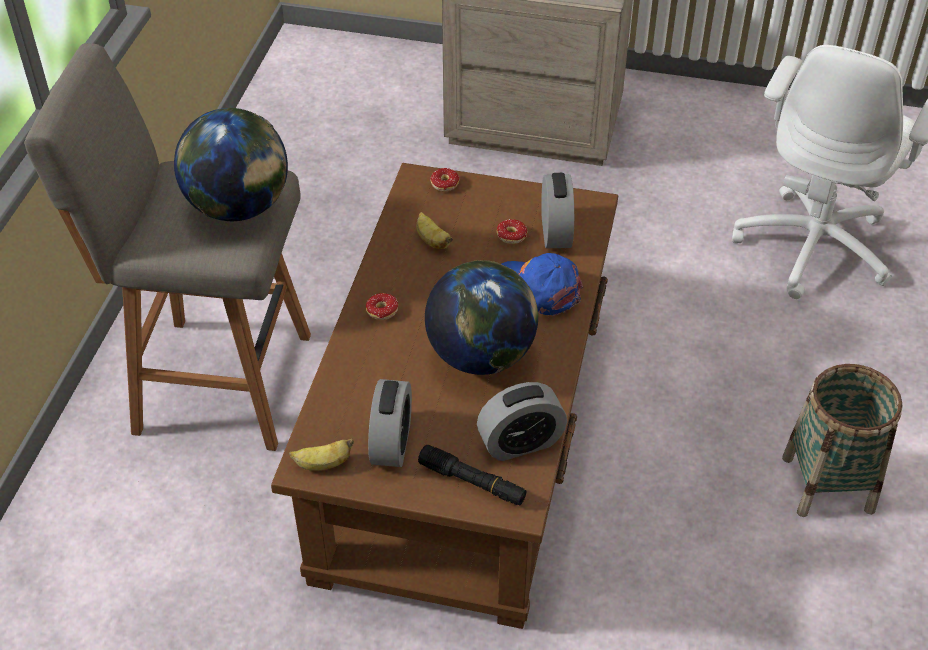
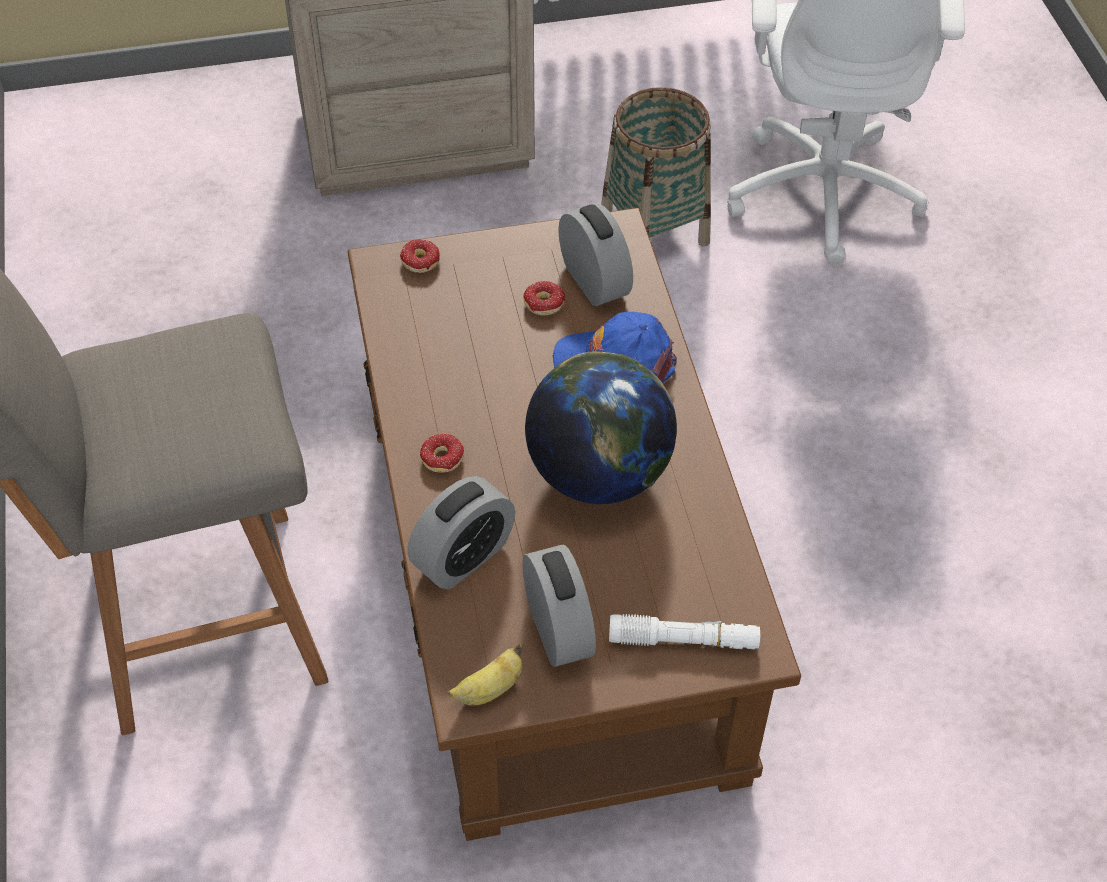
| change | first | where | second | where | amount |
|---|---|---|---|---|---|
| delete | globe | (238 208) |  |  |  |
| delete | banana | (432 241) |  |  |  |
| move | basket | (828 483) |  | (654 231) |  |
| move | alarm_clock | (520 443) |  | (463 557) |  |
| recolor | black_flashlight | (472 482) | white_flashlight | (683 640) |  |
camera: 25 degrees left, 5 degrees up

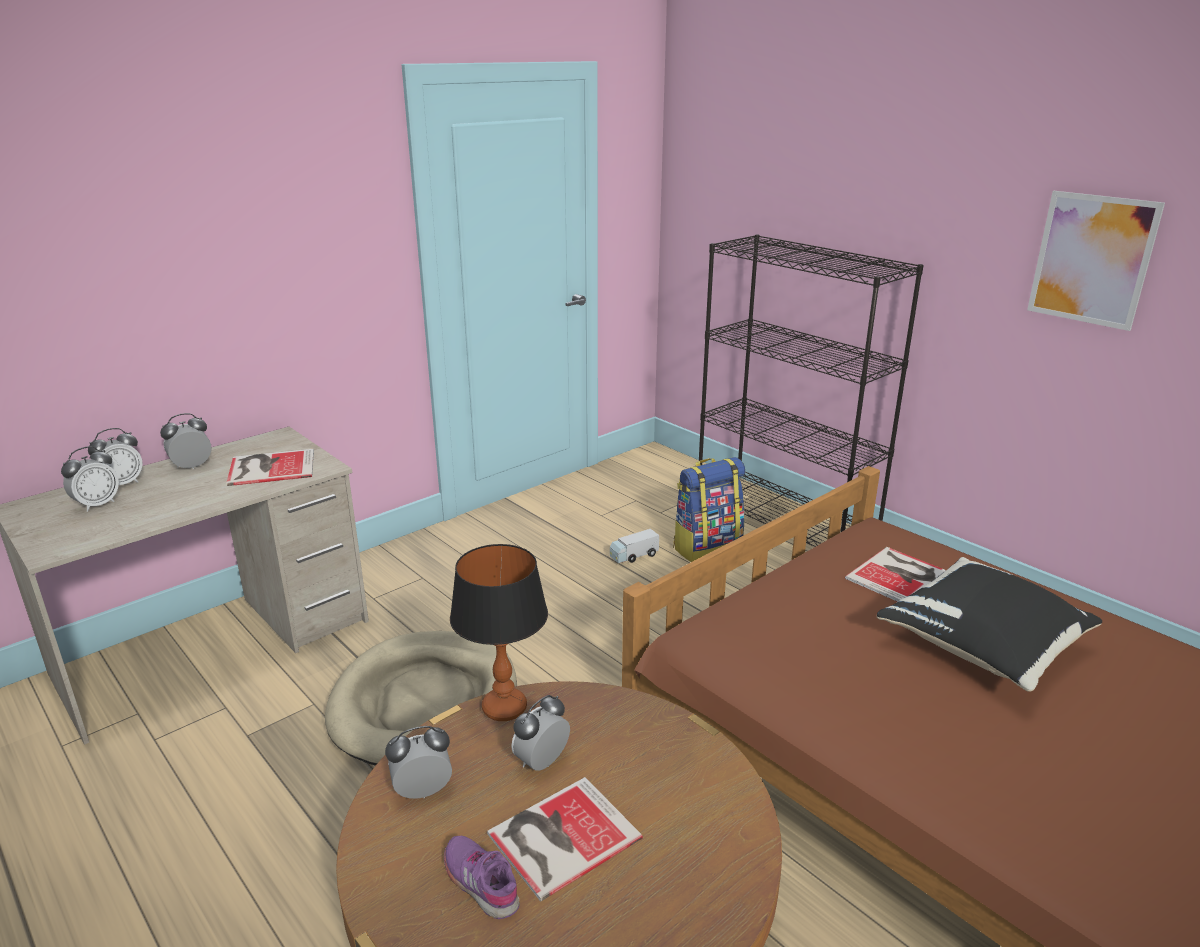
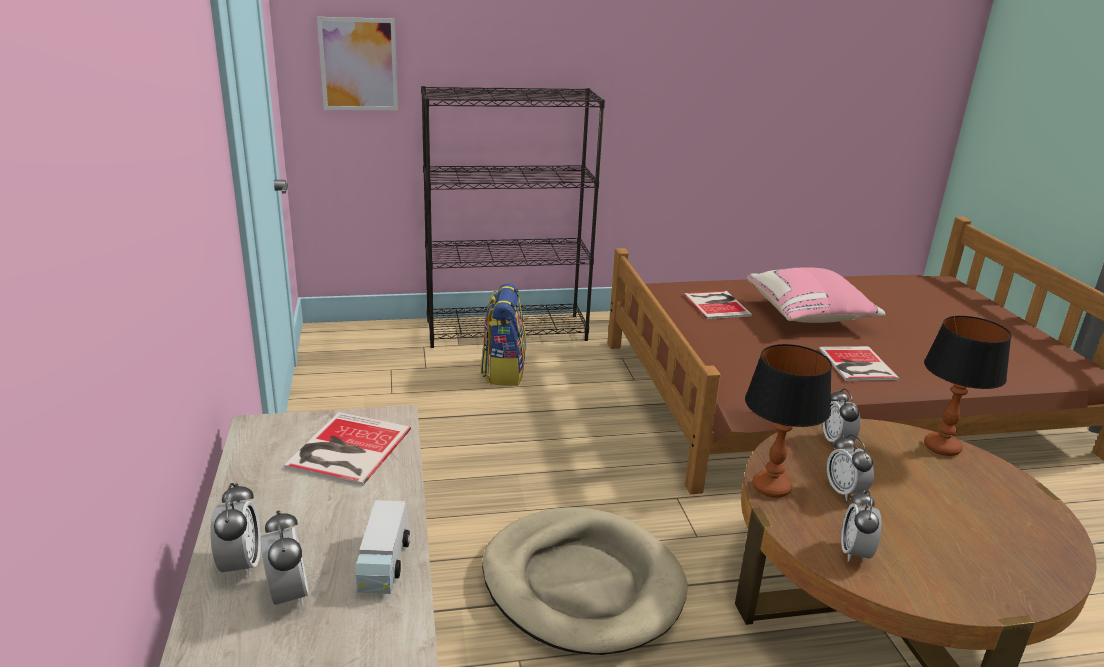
| change | first | where | second | where | amount |
|---|---|---|---|---|---|
| move | picture | (1092 259) |  | (358 64) |  |
| move | alarm_clock | (192 466) |  | (836 441) |  |
| move | toy_truck | (634 556) |  | (383 564) |  |
| recolor | black_pillow | (983 647) | pink_pillow | (809 316) |  |
| move | book | (559 836) |  | (856 365) |  |
| delete | purple_shoe | (481 882) |  |  |  |
| insert |  |  | table_lamp | (941 447) |  |
camera: 60 degrees left, 0 degrees up

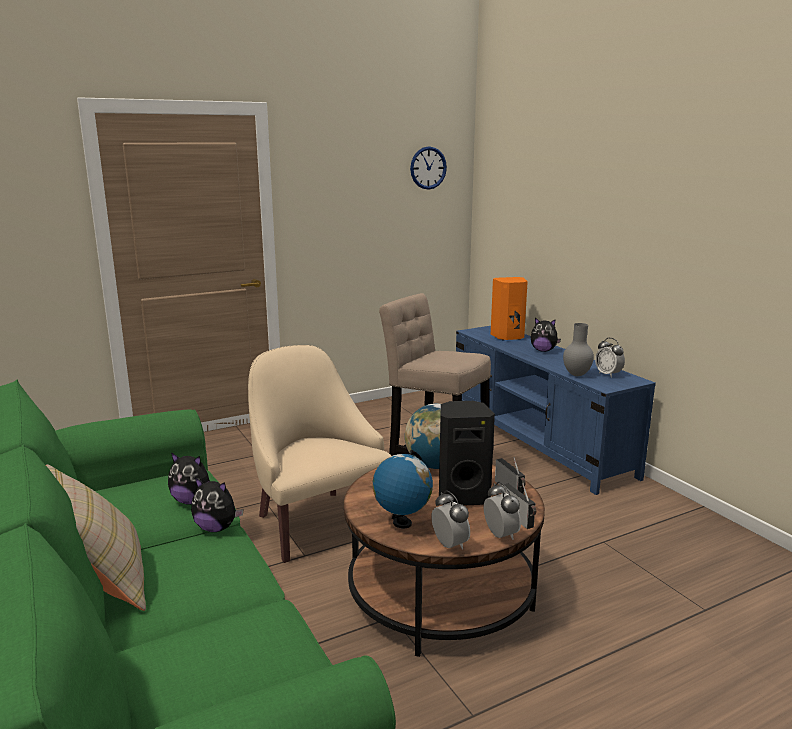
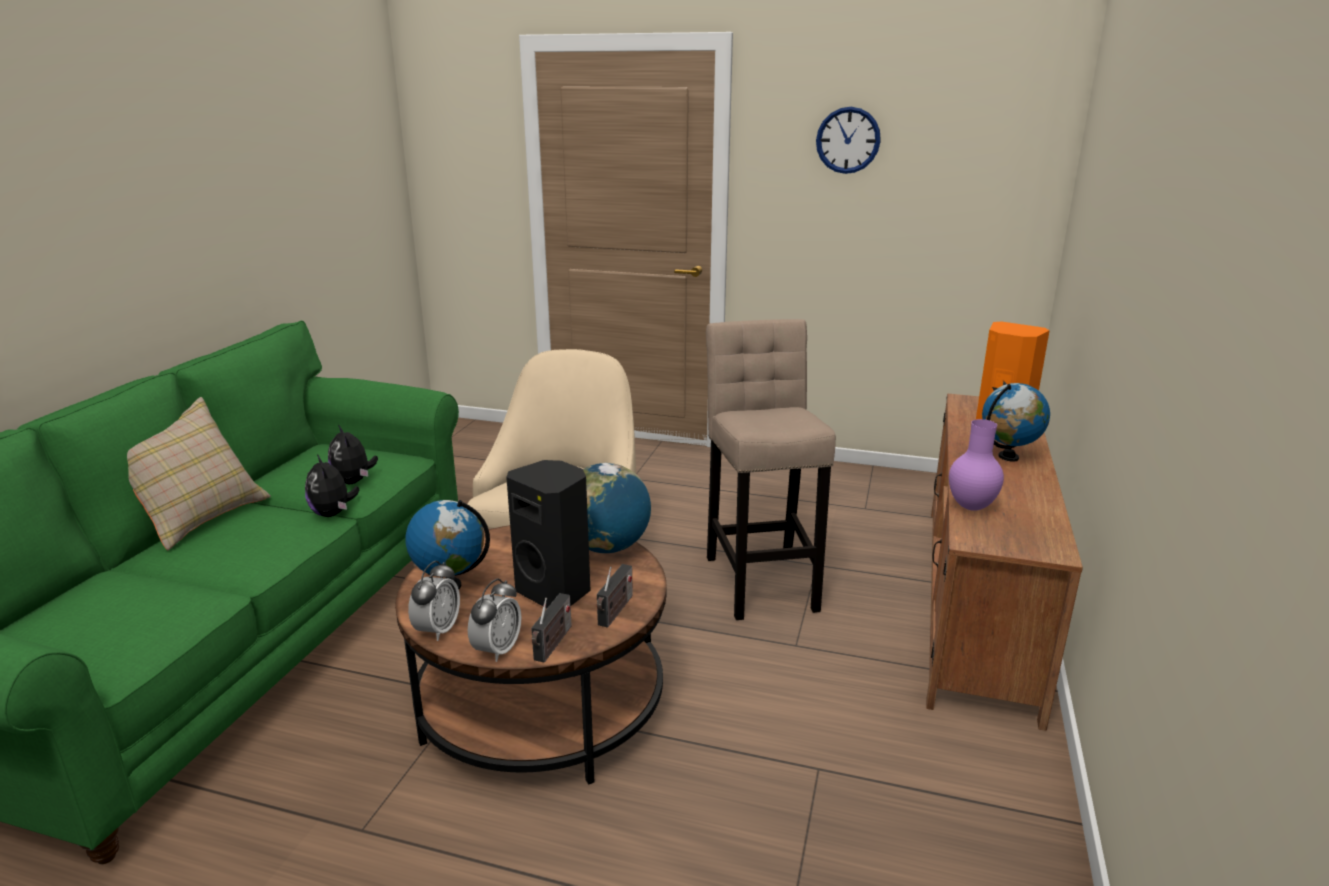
| change | first | where | second | where | amount |
|---|---|---|---|---|---|
| move | wall_clock | (428 168) |  | (848 140) |  |
| replace | plush_toy | (543 350) | globe | (1008 457) |  |
| recolor | grey_vase | (576 374) | purple_vase | (972 507) |  |
| recolor | blue_tv_stand | (538 441) | brown_tv_stand | (977 600) |  |
| delete | alarm_clock | (608 374) |  |  |  |
camera: 45 degrees right, 5 degrees up

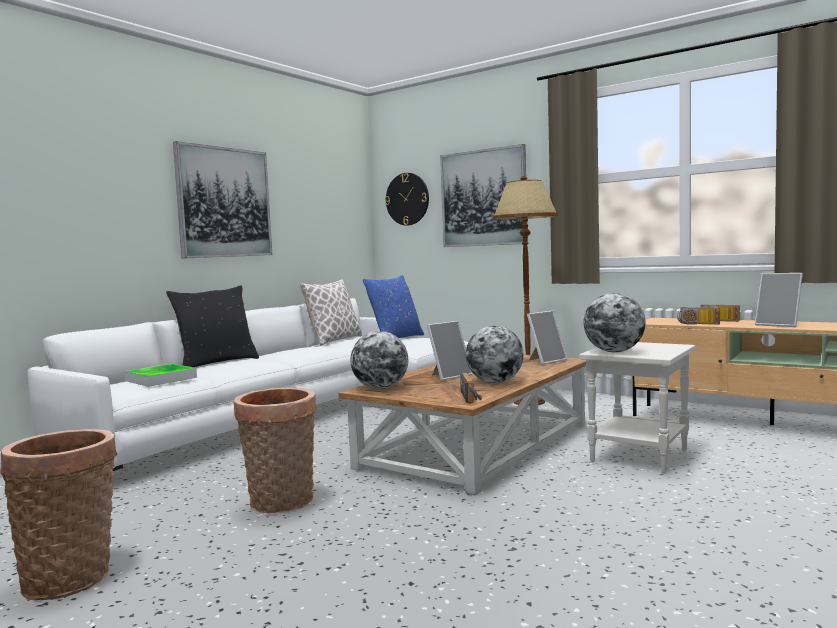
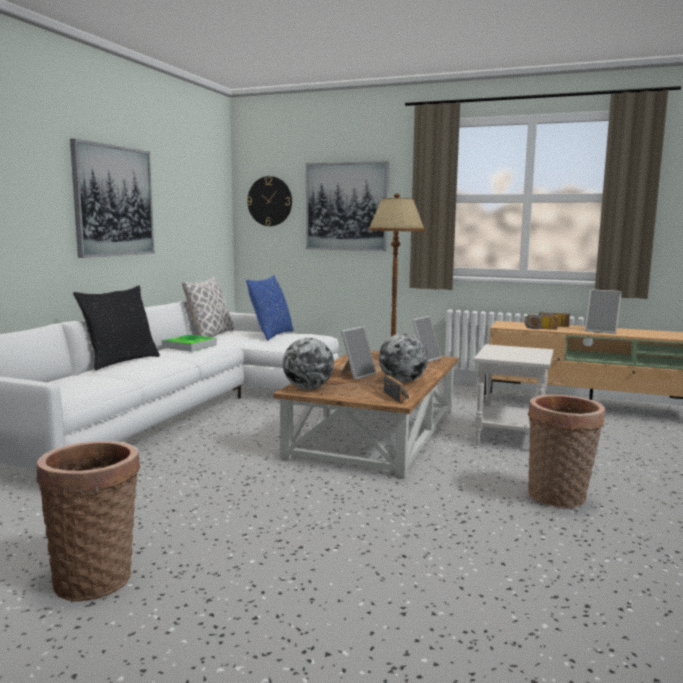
| change | first | where | second | where | amount |
|---|---|---|---|---|---|
| delete | globe | (614 352) |  |  |  |
| move | tray | (161 379) |  | (189 346) |  |
| move | basket | (281 504) |  | (559 498) |  |
camera: 15 degrees left, 5 degrees up

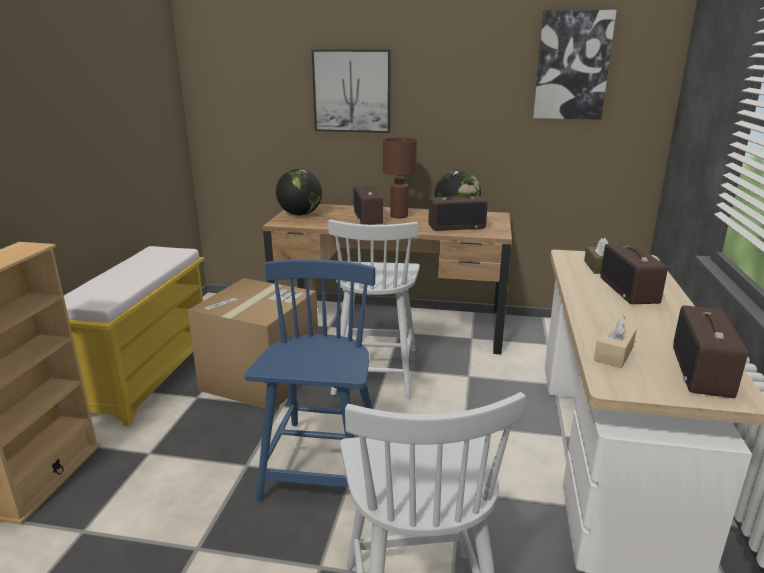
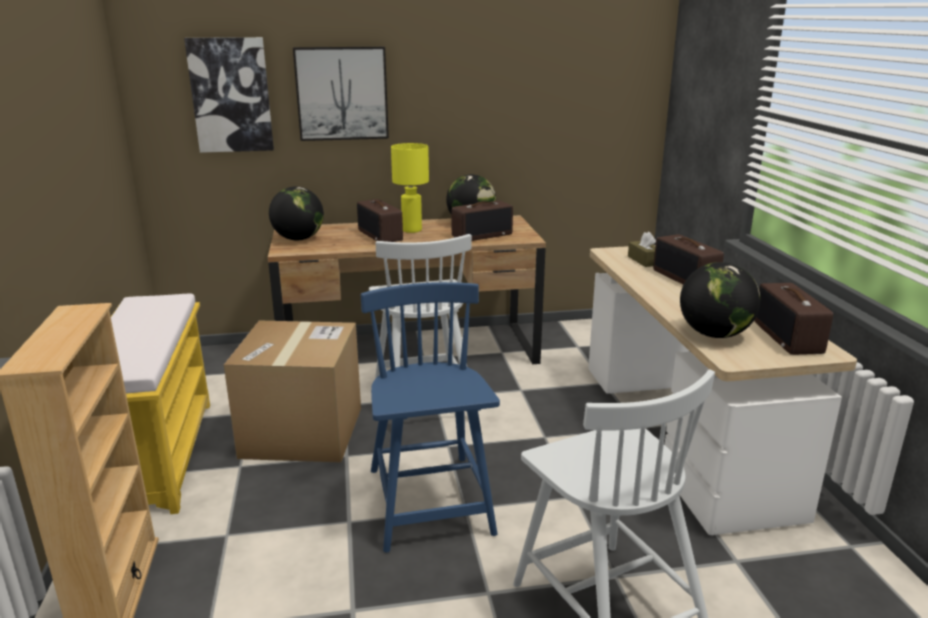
| change | first | where | second | where | amount |
|---|---|---|---|---|---|
| move | picture | (572 66) |  | (231 95) |  |
| recolor | brown_table_lamp | (399 216) | yellow_table_lamp | (412 230) |  |
| replace | beige_tissue_box | (613 354) | globe | (714 334) |  |
camera: 20 degrees left, 0 degrees up

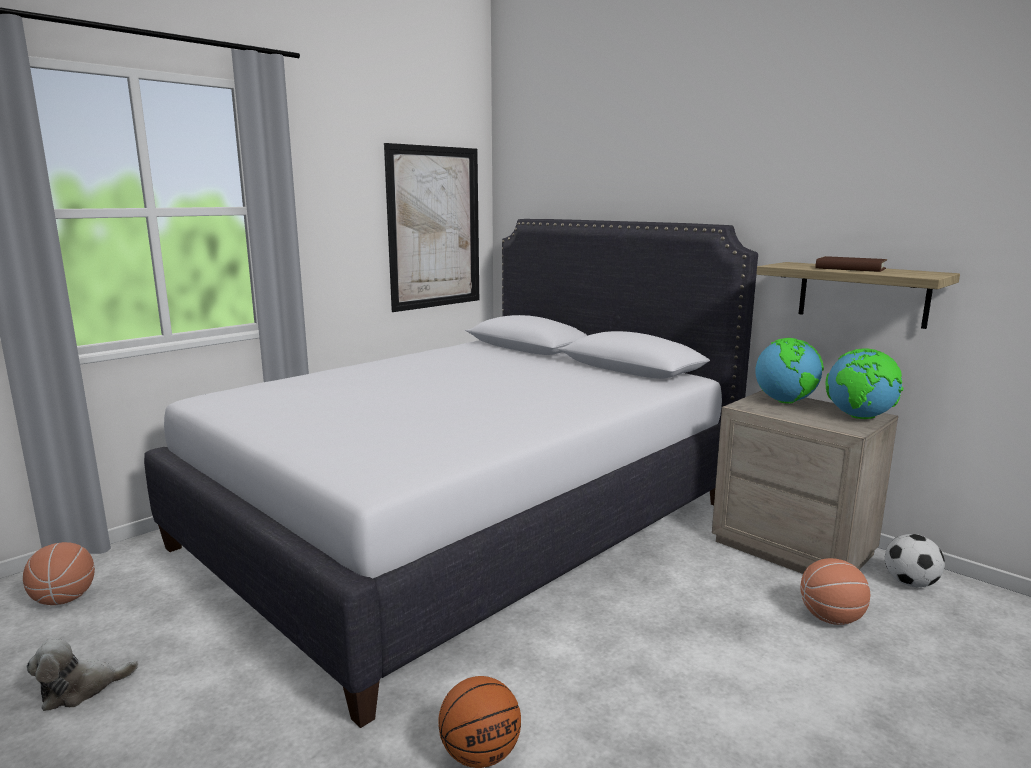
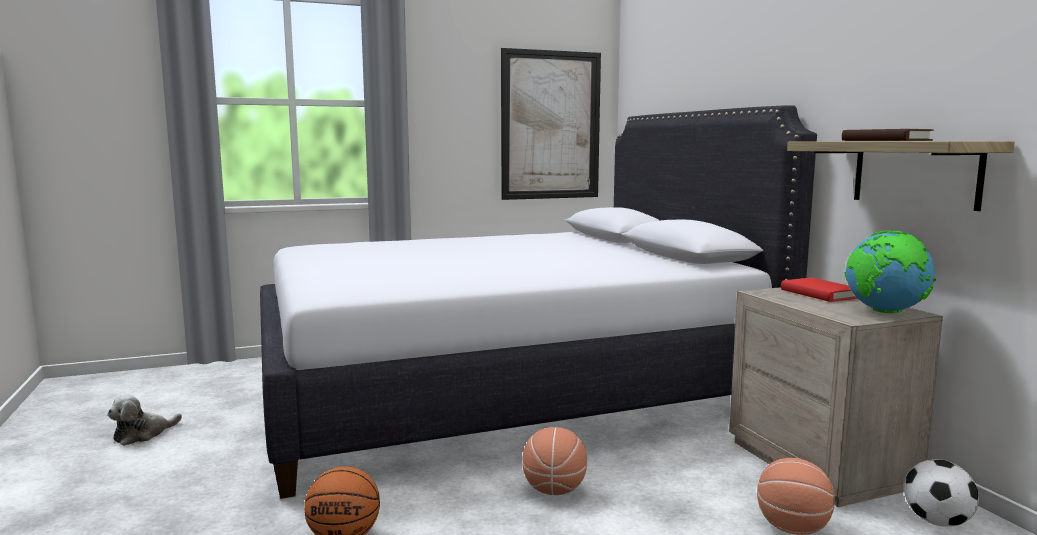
| change | first | where | second | where | amount |
|---|---|---|---|---|---|
| replace | globe | (785 402) | red_book | (819 294) |  |
| move | basketball | (64 599) |  | (554 490) |  |
| rotate | plush_toy | (81 689) |  | (143 434) | 45 degrees counterclockwise |
camera: 25 degrees right, 5 degrees down

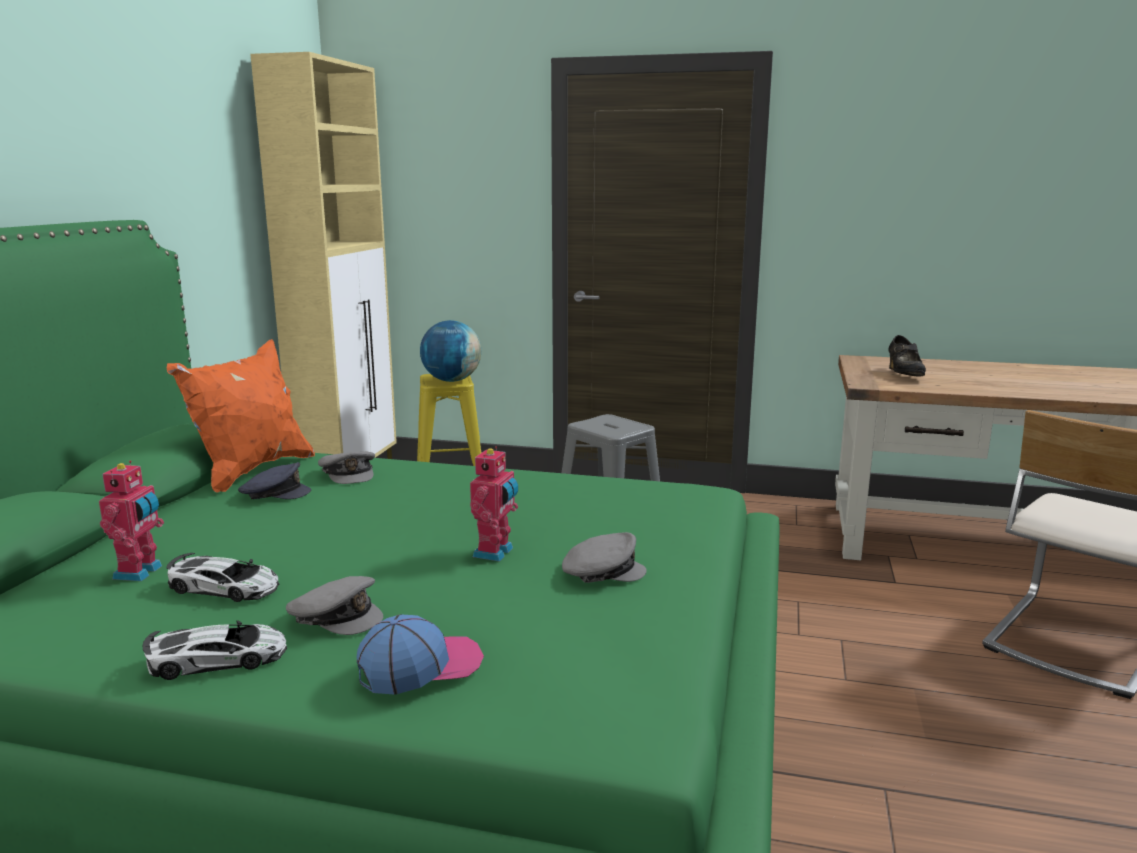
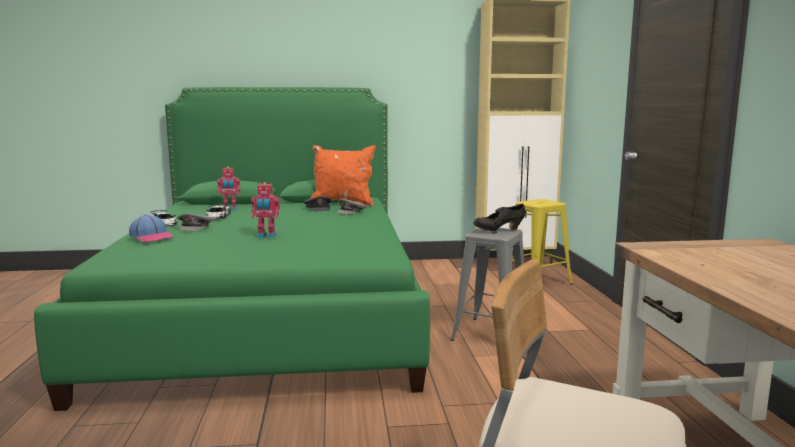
| change | first | where | second | where | amount |
|---|---|---|---|---|---|
| delete | globe | (451 380) |  |  |  |
| move | black_shoe | (904 375) |  | (498 230) |  |
| delete | grey_cap | (601 572) |  |  |  |
camera: 70 degrees right, 5 degrees down

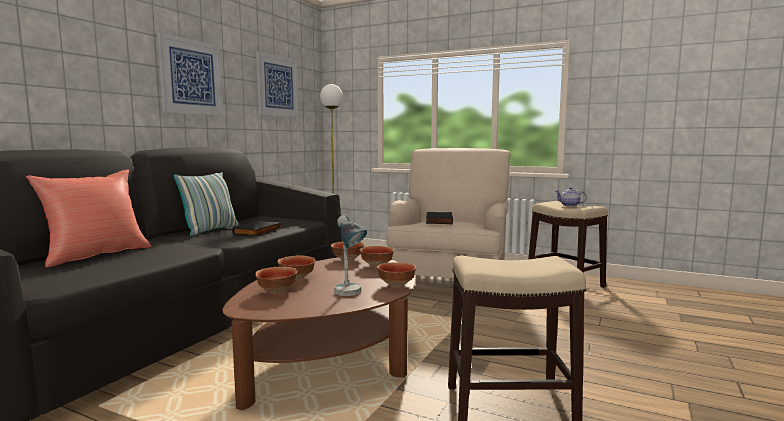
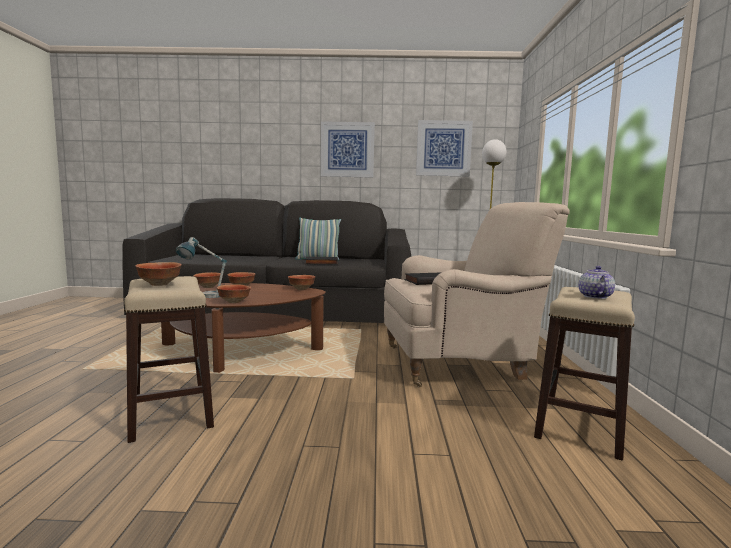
| change | first | where | second | where | amount |
|---|---|---|---|---|---|
| delete | red_pillow | (96 255) |  |  |  |
| move | bowl | (377 265) |  | (160 284) |  |
camera: 65 degrees right, 0 degrees up

